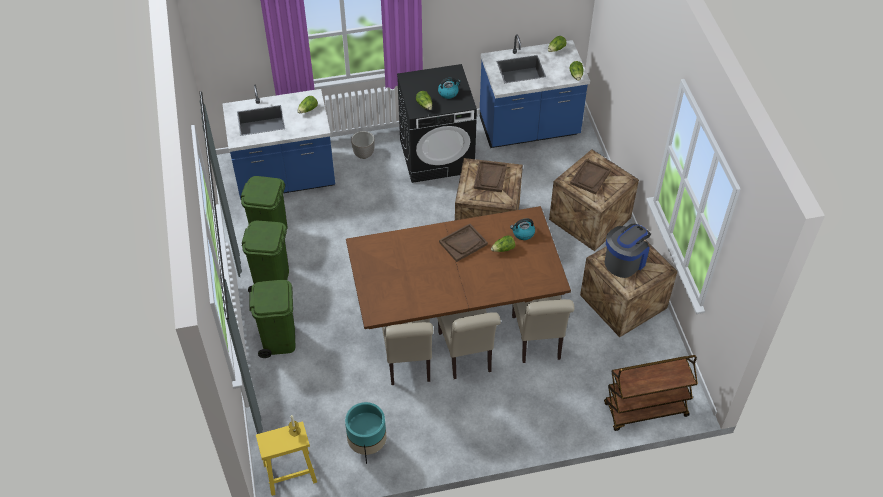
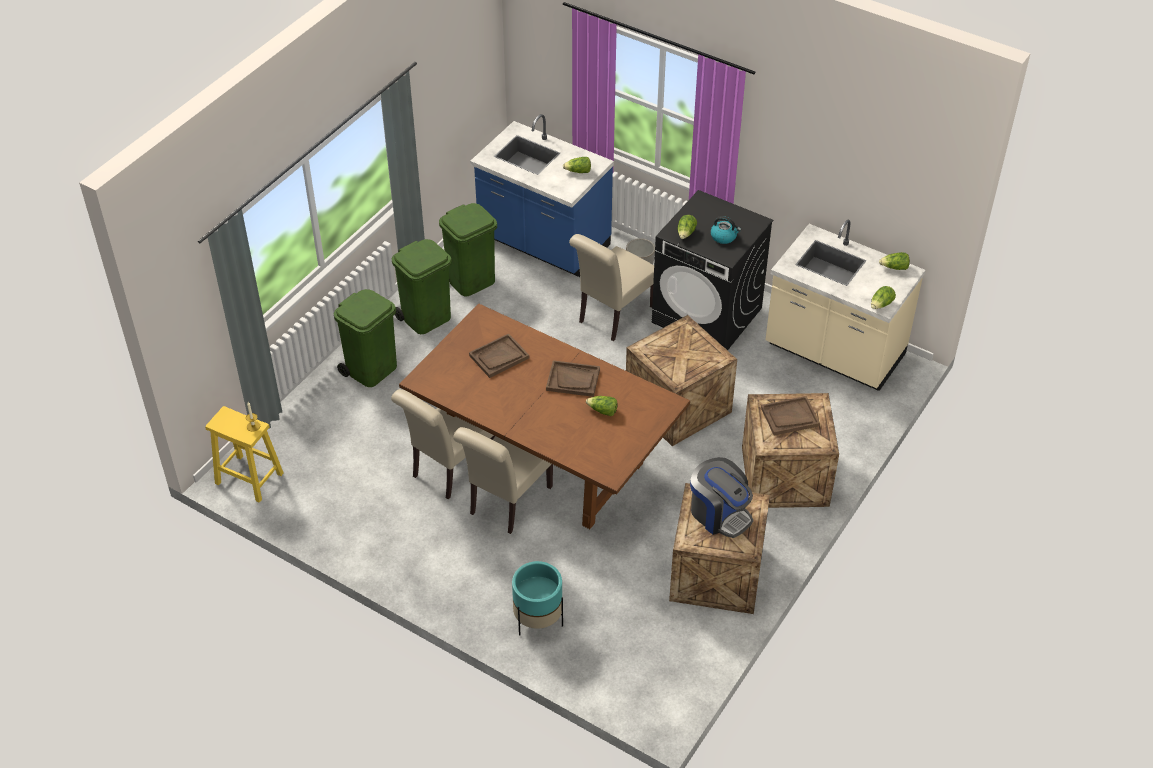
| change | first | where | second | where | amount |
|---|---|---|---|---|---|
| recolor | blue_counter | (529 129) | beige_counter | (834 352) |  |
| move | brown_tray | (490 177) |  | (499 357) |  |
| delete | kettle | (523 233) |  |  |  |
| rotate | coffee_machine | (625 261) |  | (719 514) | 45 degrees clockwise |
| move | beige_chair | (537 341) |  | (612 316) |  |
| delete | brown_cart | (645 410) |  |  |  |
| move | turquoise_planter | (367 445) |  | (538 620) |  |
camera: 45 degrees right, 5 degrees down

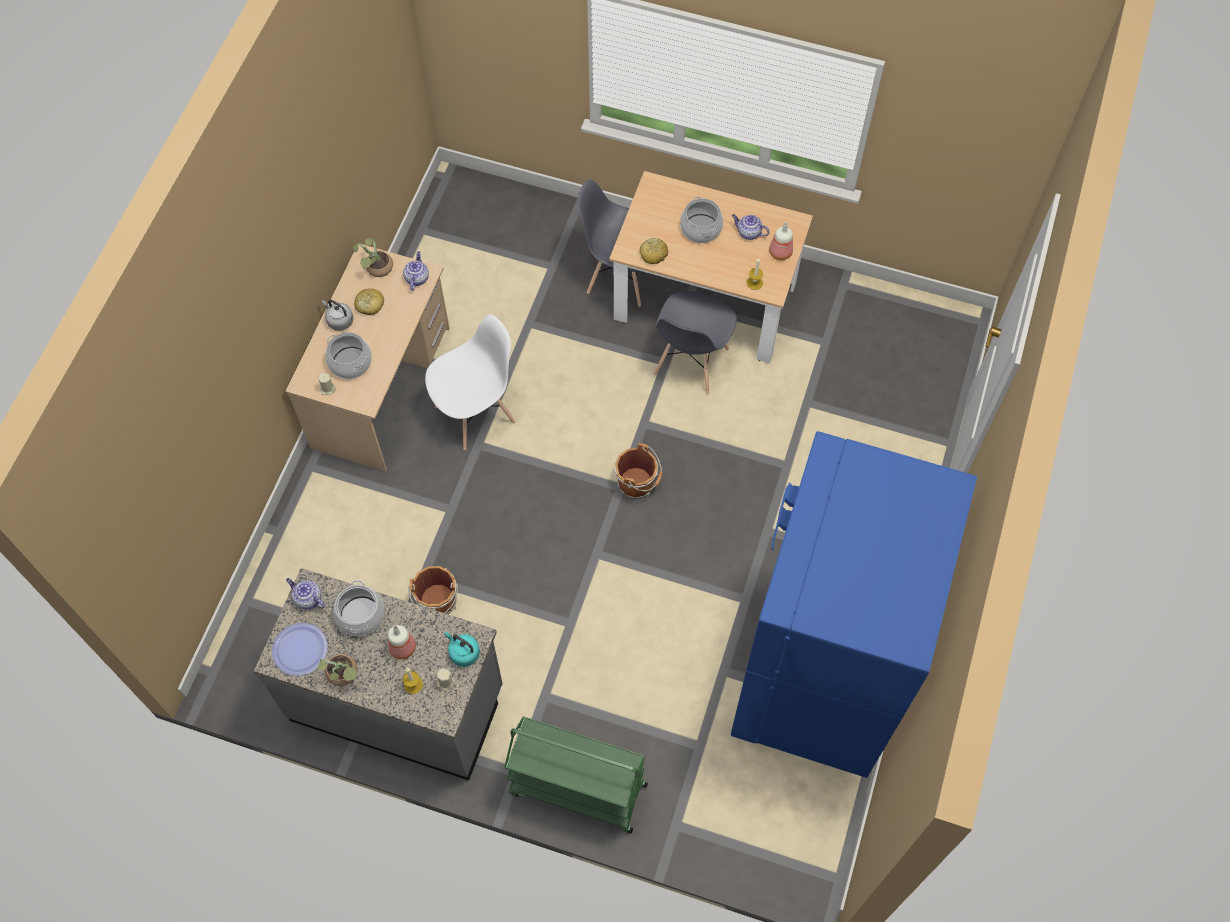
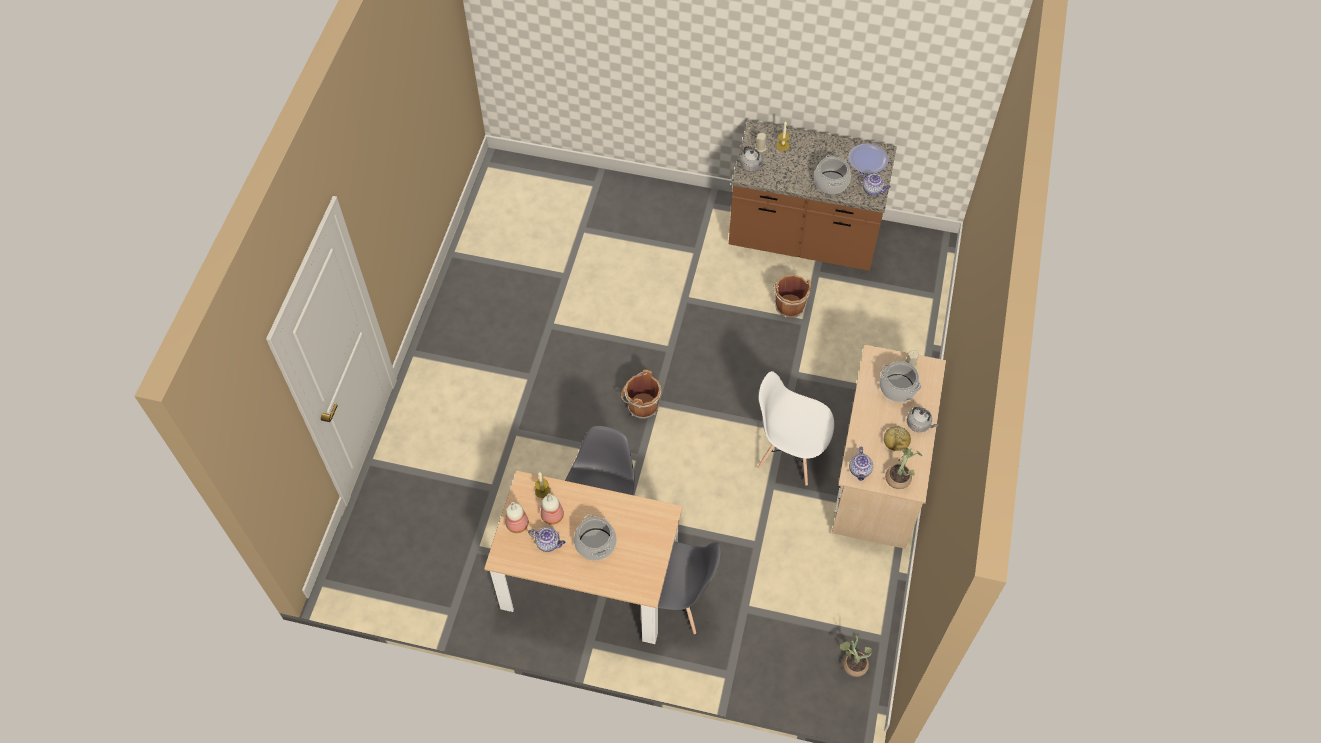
| change | first | where | second | where | amount |
|---|---|---|---|---|---|
| delete | bread | (653 254) |  |  |  |
| rotate | white_chair | (476 414) |  | (790 454) | 60 degrees clockwise |
| delete | blue_fridge | (818 675) |  |  |  |
| recolor | grey_counter | (398 702) | brown_counter | (803 239) |  |
| move | bottle | (402 648) |  | (552 515) |  |
| recolor | turquoise_kettle | (463 652) | grey_kettle | (752 166) |  |
| move | potted_plant | (343 675) |  | (853 662) |  |
| delete | green_cart | (576 789) |  |  |  |
camera: 175 degrees right, 5 degrees down

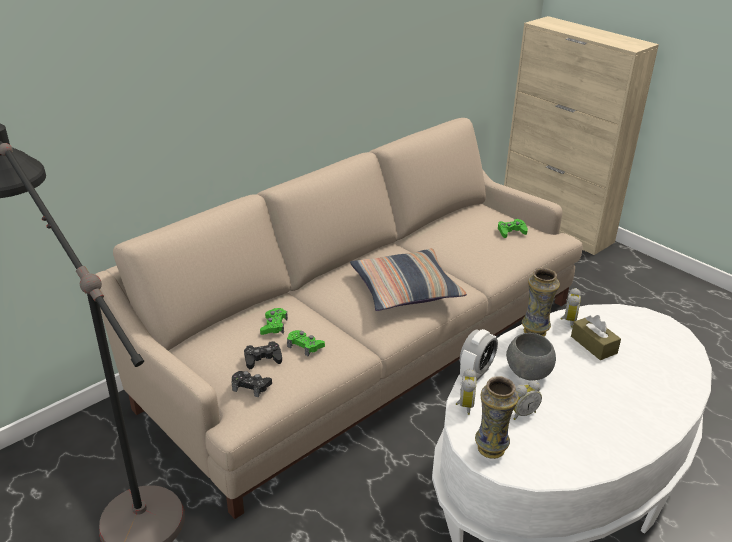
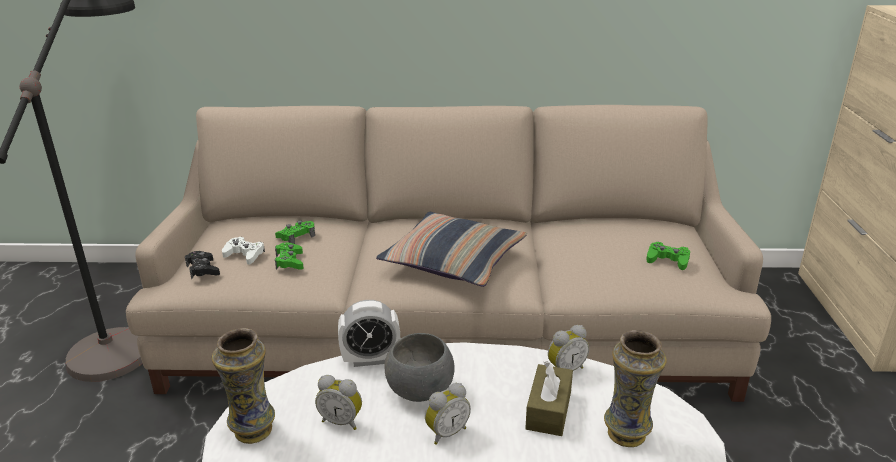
| change | first | where | second | where | amount |
|---|---|---|---|---|---|
| move | vase | (535 331) |  | (627 434) |  |
| recolor | black_game_controller | (263 359) | white_game_controller | (244 255) |  |
| move | alarm_clock | (464 405) |  | (446 432) |  |
camera: 45 degrees right, 5 degrees down

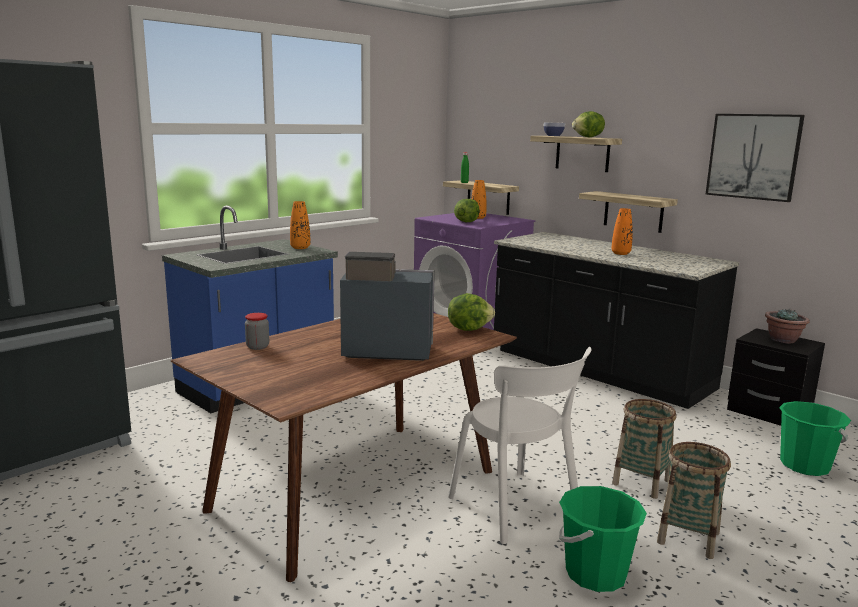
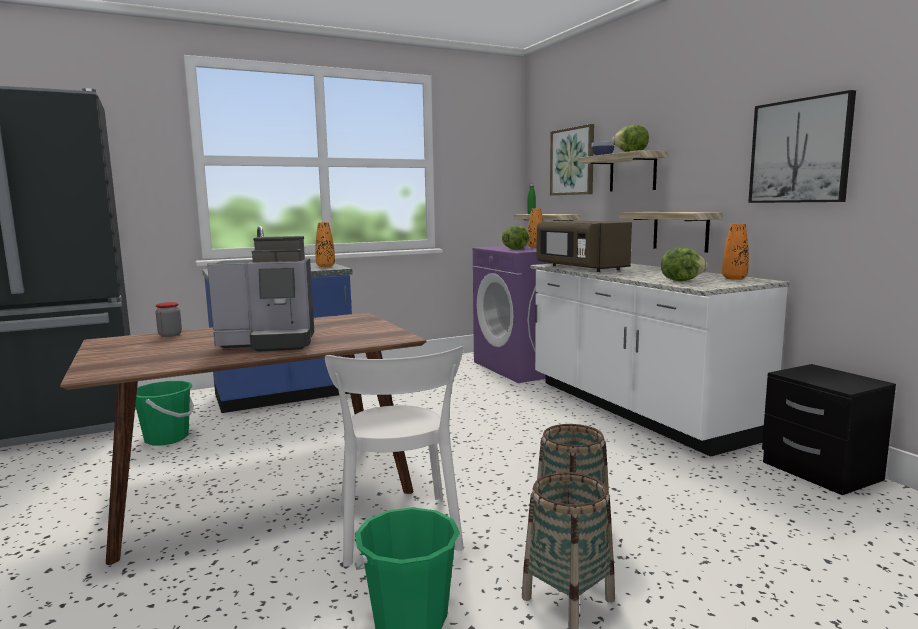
| change | first | where | second | where | amount |
|---|---|---|---|---|---|
| move | orange_vase | (620 253) |  | (734 278) |  |
| recolor | black_counter | (598 370) | white_counter | (636 408) |  |
| rotate | coffee_machine | (384 350) |  | (271 343) | 150 degrees clockwise |
| move | lettuce | (468 329) |  | (681 281) |  |
| delete | potted_plant | (783 340) |  |  |  |
| move | green_bucket | (805 466) |  | (167 438) |  |
| insert |  |  | picture | (572 161) |  |
| insert |  |  | brown_microwave | (580 268) |  |
camera: 20 degrees right, 5 degrees down

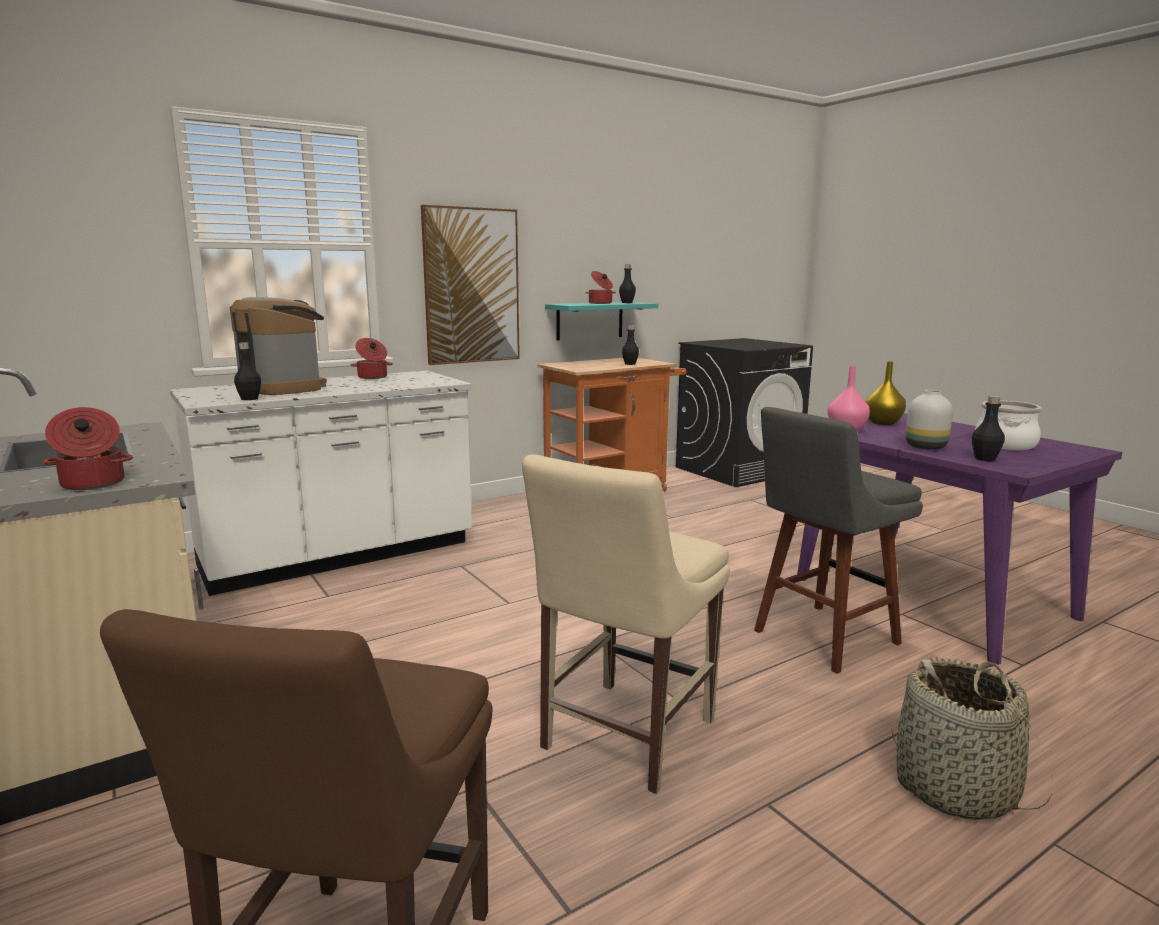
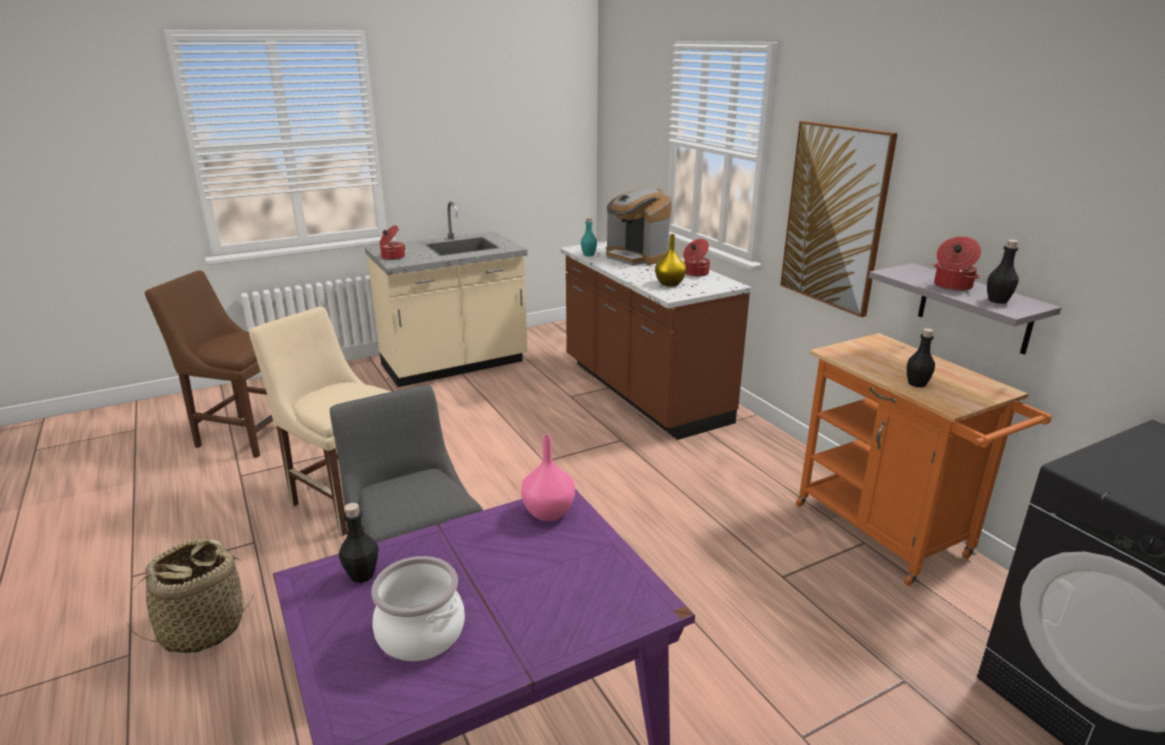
| change | first | where | second | where | amount |
|---|---|---|---|---|---|
| rotate | coffee_machine | (283 388) |  | (636 257) | 90 degrees clockwise |
| recolor | turquoise_shelf | (589 320) | grey_shelf | (974 308) |  |
| recolor | black_bottle | (249 399) | turquoise_bottle | (588 255) |  |
| move | yellow_vase | (884 423) |  | (669 284) |  |
| recolor | white_counter | (339 556) | brown_counter | (642 392) |  |
| delete | white_vase | (925 447) |  |  |  |
camera: 95 degrees right, 10 degrees up

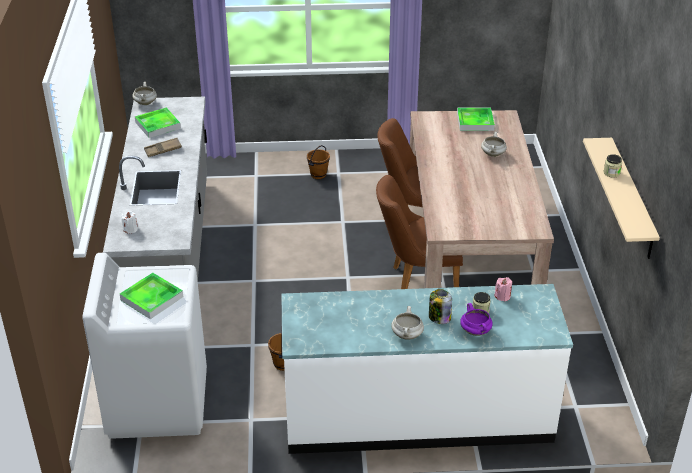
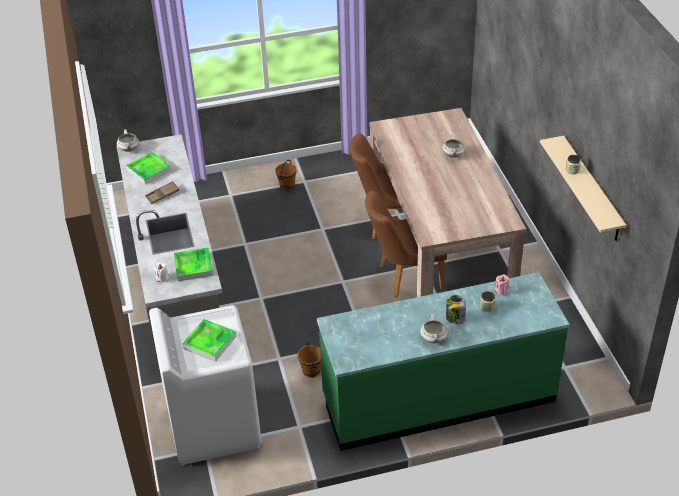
| change | first | where | second | where | amount |
|---|---|---|---|---|---|
| move | tray | (475 122) |  | (193 266) |  |
| recolor | white_counter | (417 416) | green_counter | (438 399) |  |
| delete | purple_cooking_pot | (476 331) |  |  |  |
camera: 10 degrees left, 5 degrees up

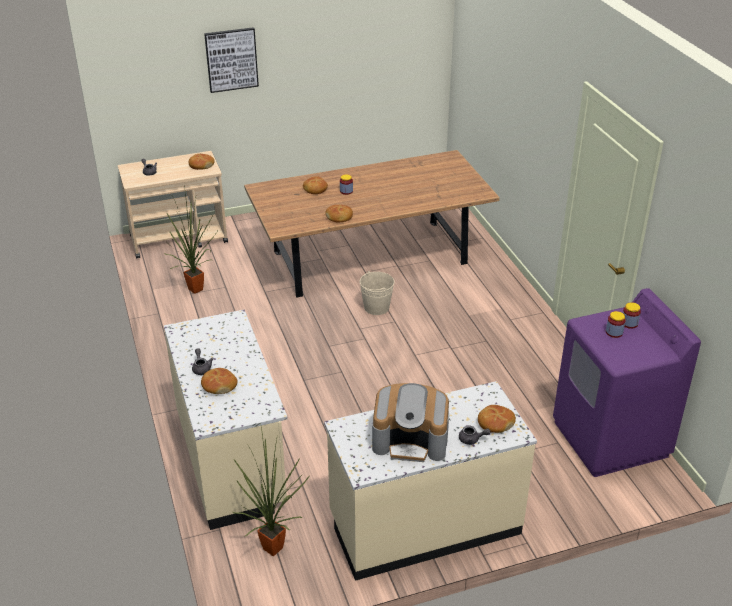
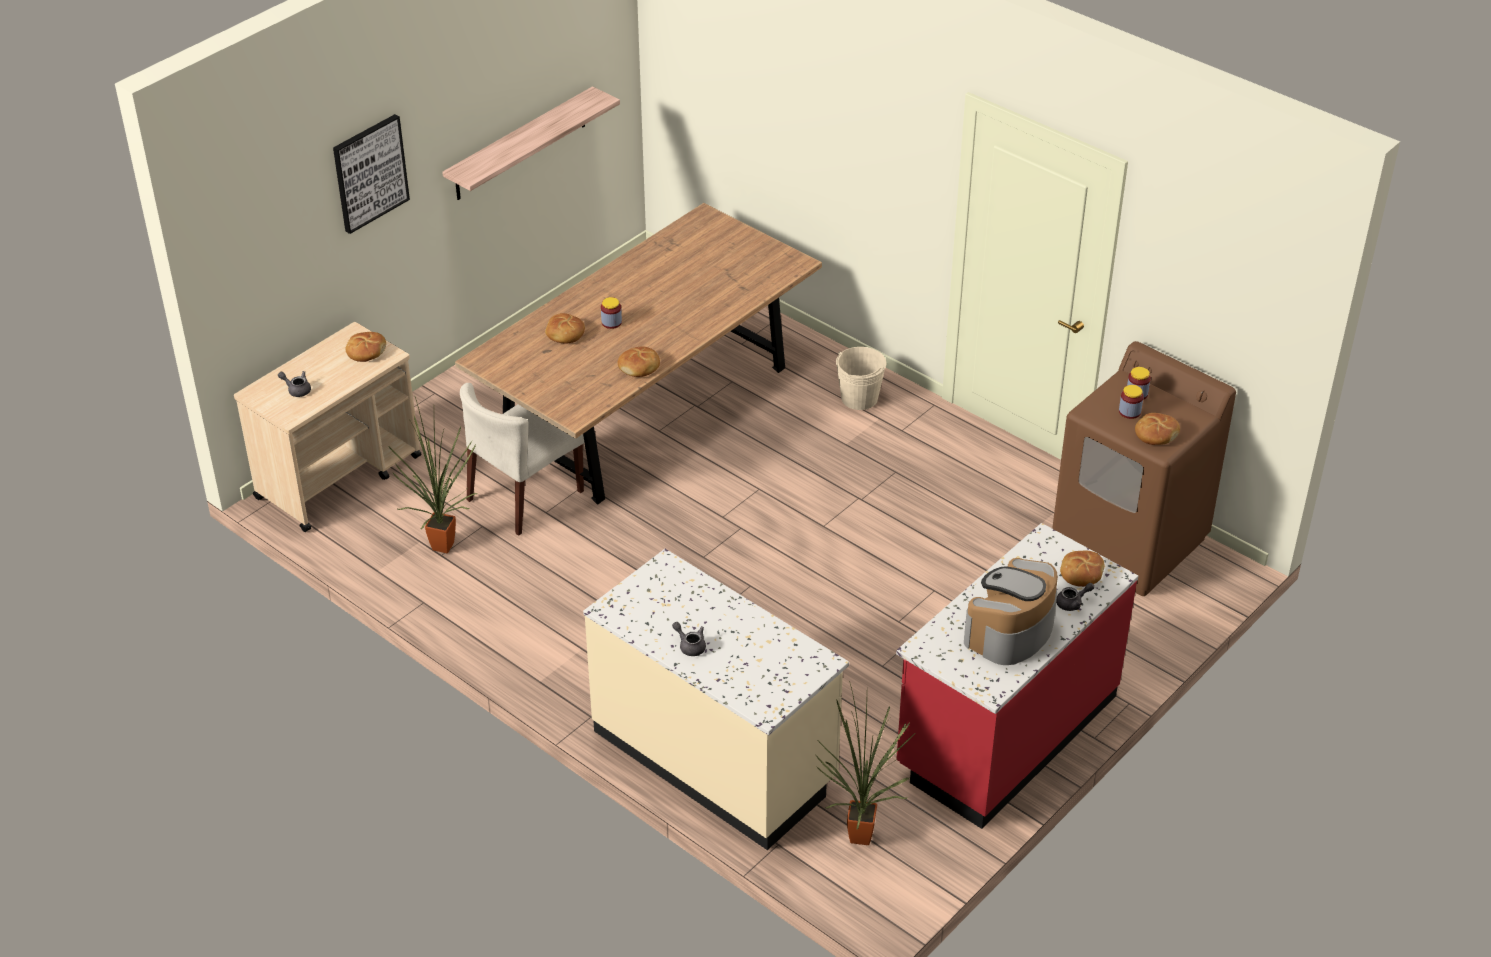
| change | first | where | second | where | amount |
|---|---|---|---|---|---|
| move | beige_bucket | (376 307) |  | (859 398) |  |
| recolor | purple_washing_machine | (610 439) | brown_washing_machine | (1129 543) |  |
| move | bread | (219 385) |  | (1155 434) |  |
| recolor | beige_counter | (424 524) | red_counter | (1005 732) |  |
| rotate | coffee_machine | (411 440) |  | (1010 631) | 150 degrees clockwise |
| insert |  |  | shelf | (520 144) |  |
| insert |  |  | beige_chair | (525 496) |  |
camera: 30 degrees left, 5 degrees up

